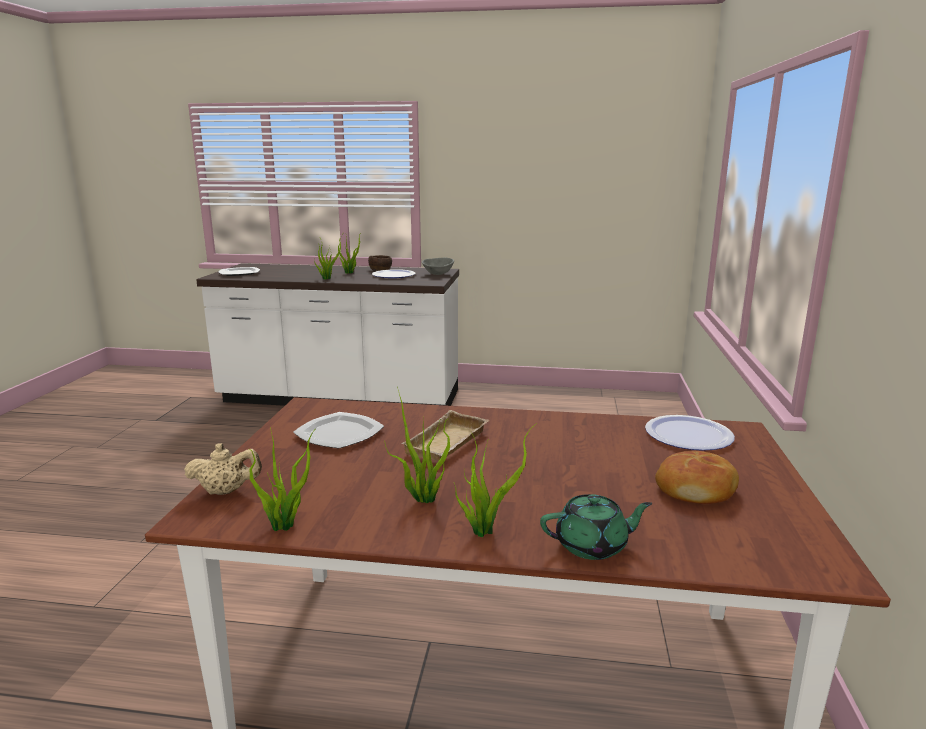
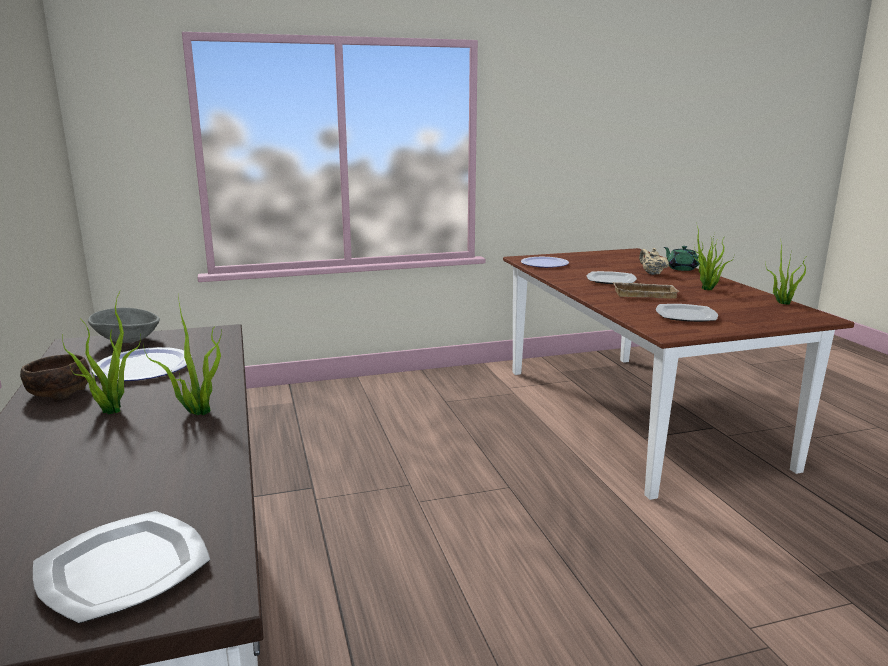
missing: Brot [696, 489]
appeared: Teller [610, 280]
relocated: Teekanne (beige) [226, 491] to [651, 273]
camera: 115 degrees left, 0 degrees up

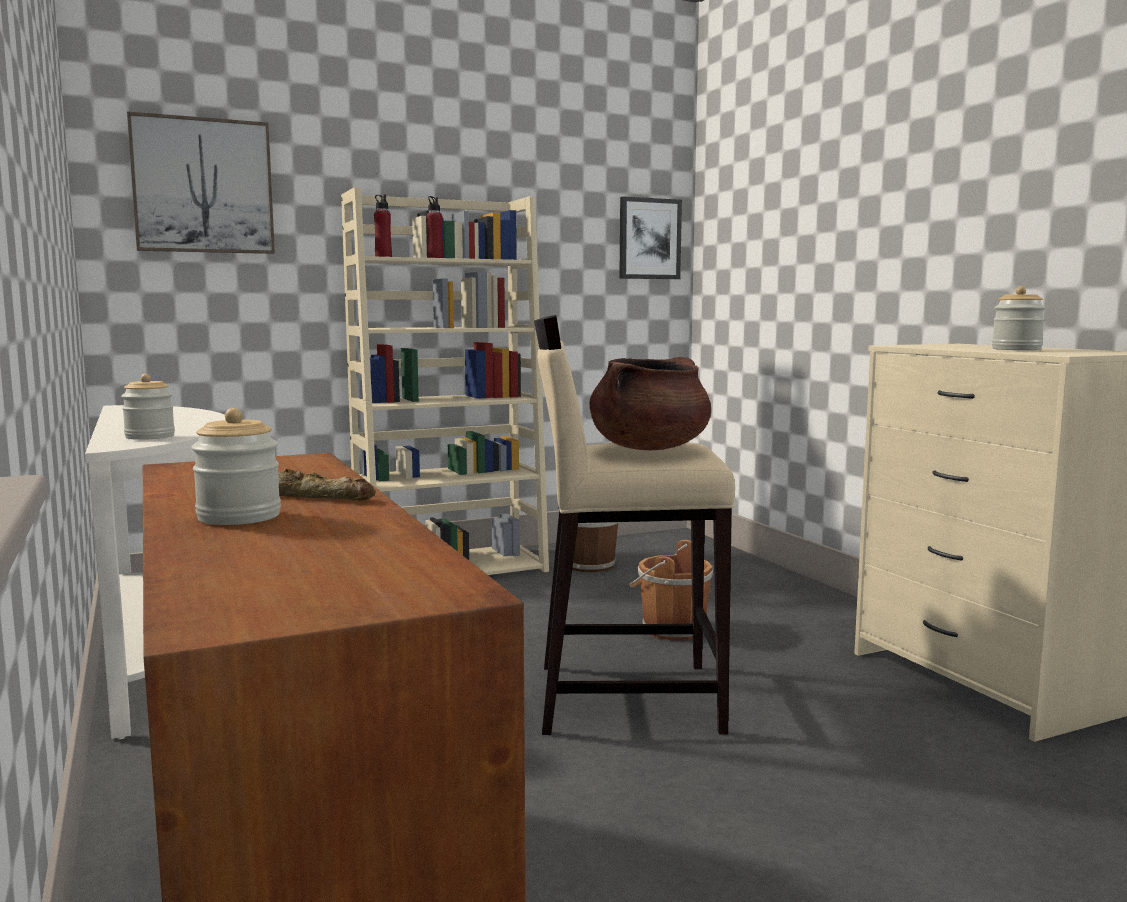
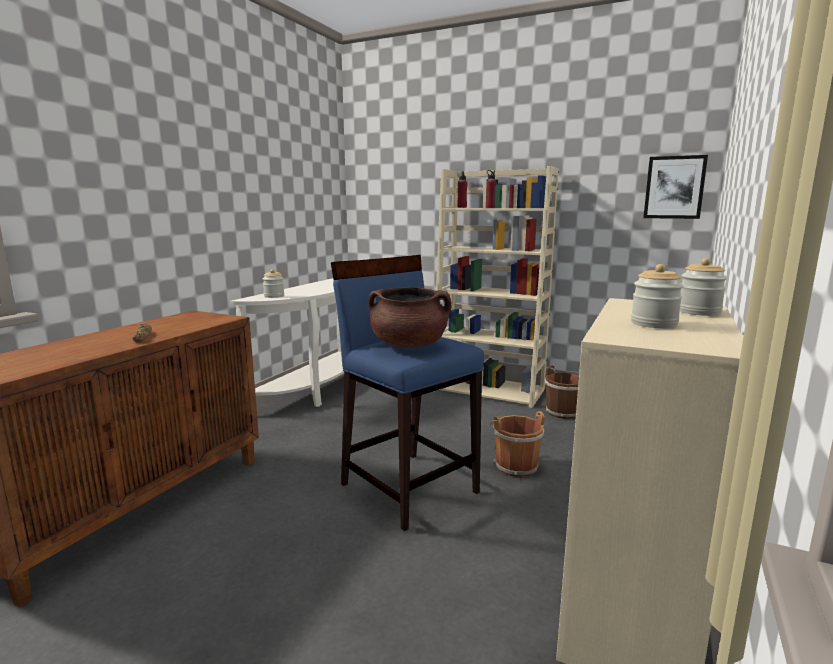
missing: Bild [203, 186]
relocated: Vorratsglas [239, 517] to [699, 312]
colour: Hocker (beige) [625, 696] to Hocker (blau) [409, 487]
camera: 50 degrees right, 5 degrees up

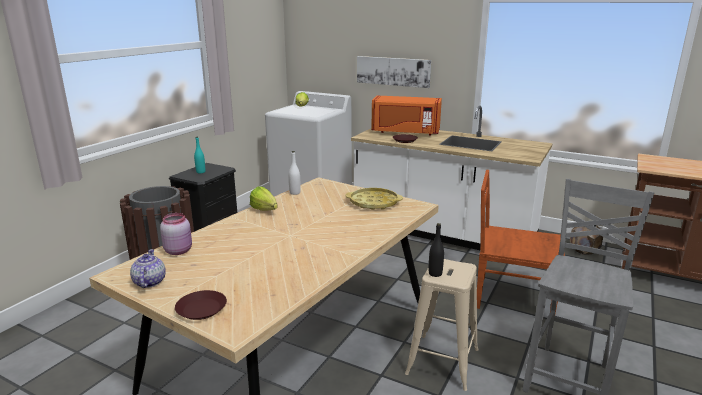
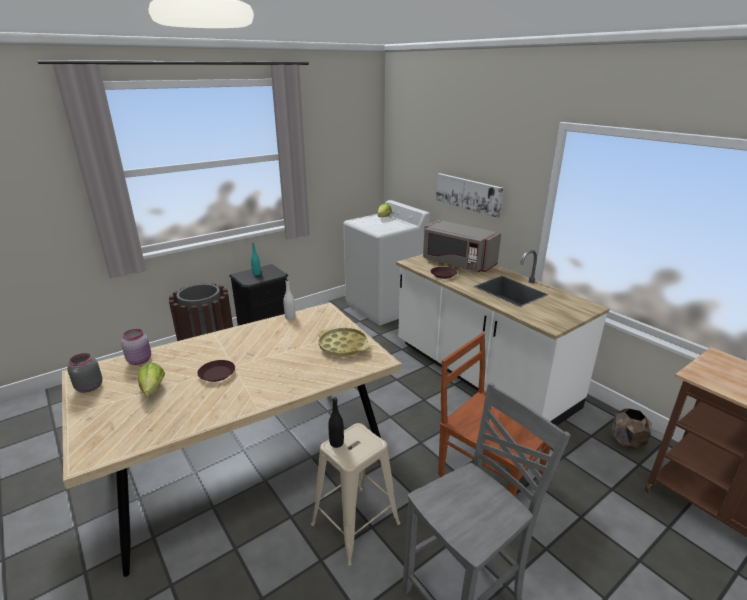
relocated: Salatkopf [266, 211] to [151, 392]; Teller (braun) [202, 309] to [217, 373]
exchanged: Teekanne [149, 282] to Vorratsglas (grau) [88, 387]
colour: Mikrowelle (orange) [405, 132] to Mikrowelle (grau) [457, 263]
camera: 25 degrees right, 5 degrees up

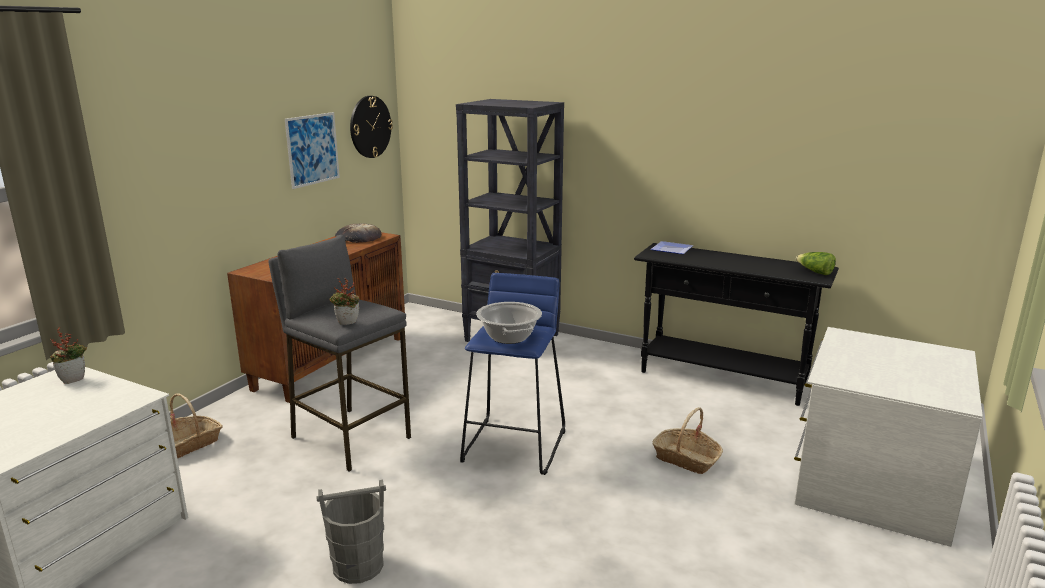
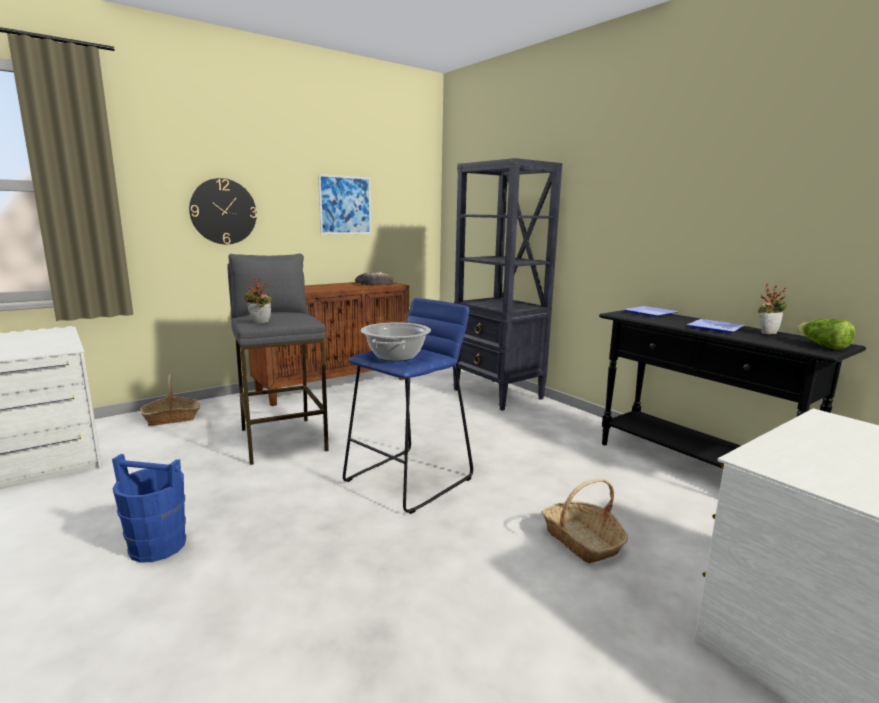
appeared: Teller [716, 328]
relocated: Wanduhr [370, 127] to [223, 211]; Topfpflanze [74, 379] to [767, 333]
colour: Eimer (grau) [357, 566] to Eimer (blau) [157, 546]
camera: 25 degrees right, 5 degrees down

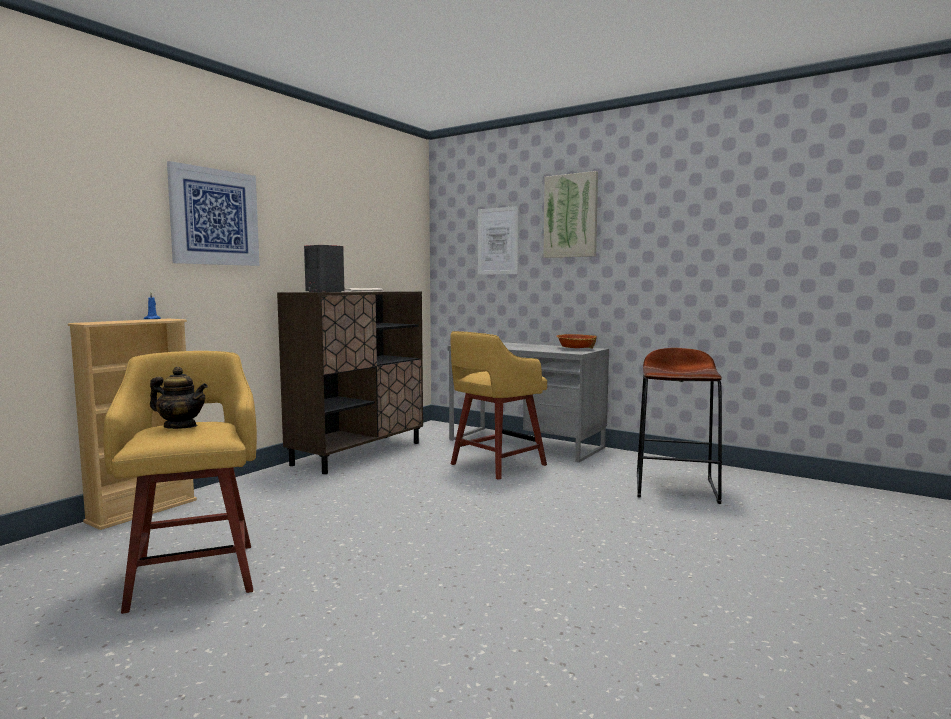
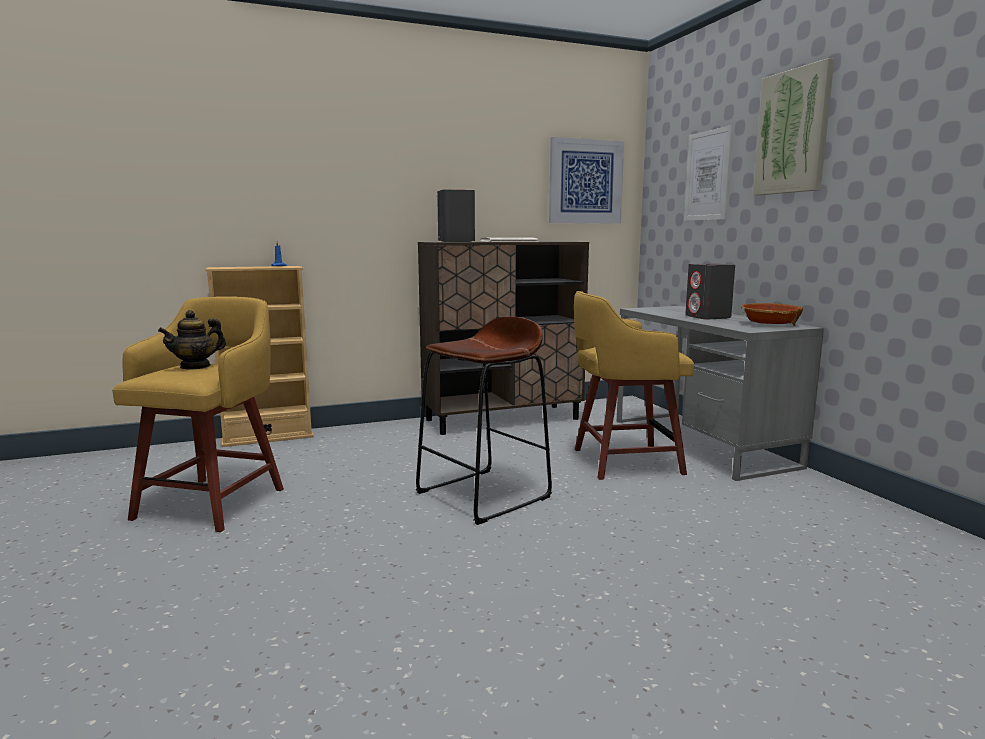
appeared: Lautsprecher (grau) [708, 317]
relocated: Hocker (braun) [676, 488] to [484, 495]; Bild [214, 217] to [585, 182]
spun: Teekanne [180, 426] = [196, 366] 90 degrees clockwise
camera: 35 degrees right, 5 degrees up

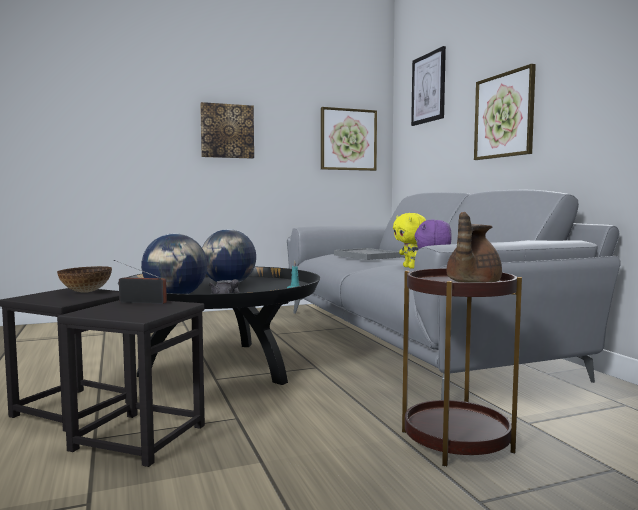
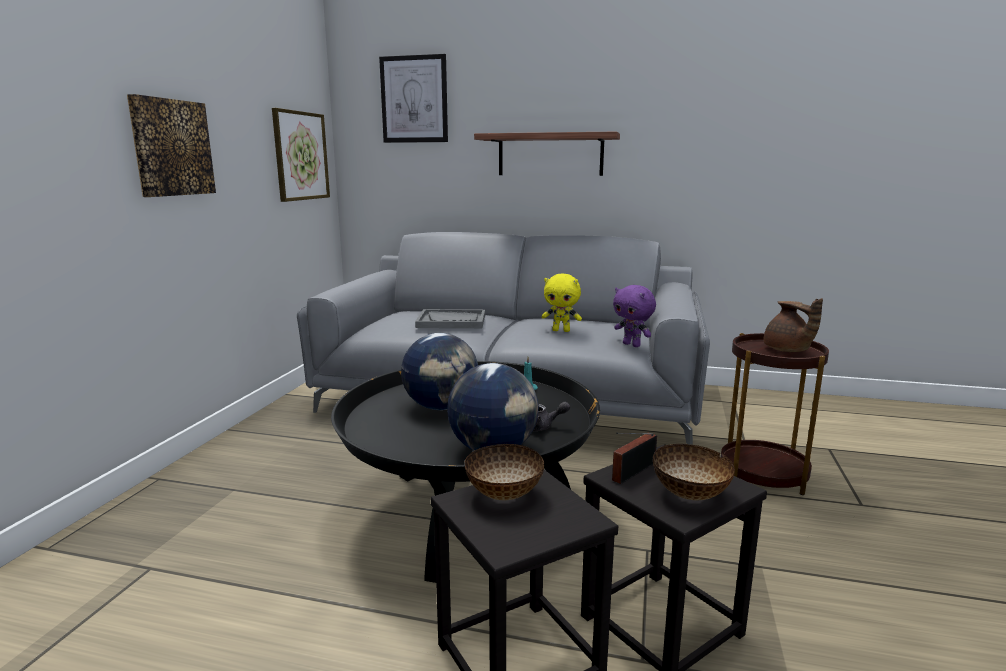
appeared: Schüssel [690, 495]
exchanged: Bild [504, 115] to Wandregal [550, 155]
camera: 55 degrees left, 10 degrees up

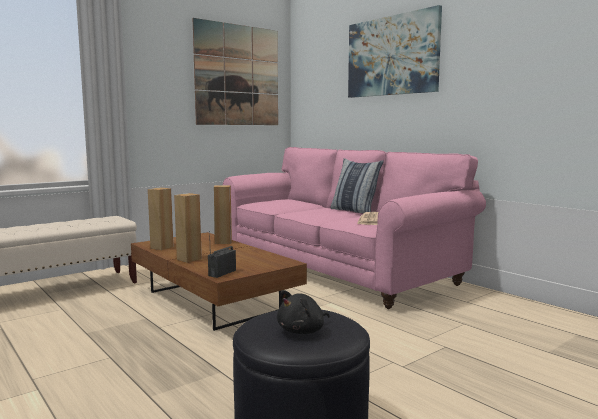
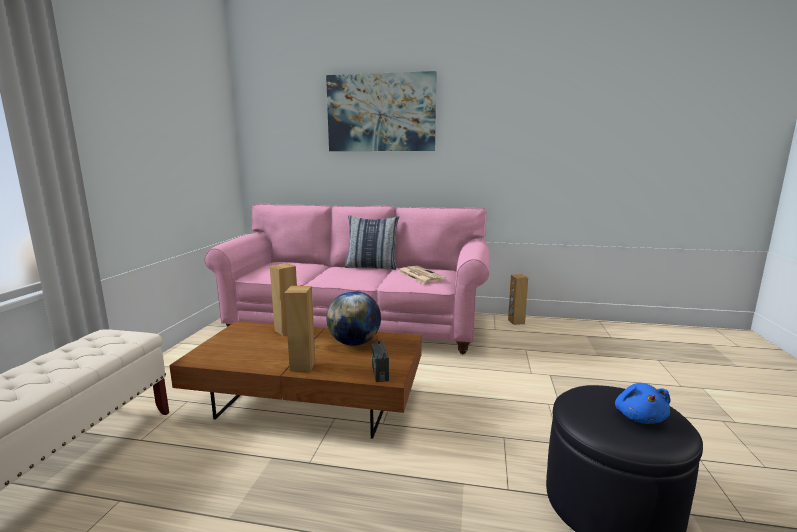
missing: Bild [237, 75]
appeared: Globus [354, 343]
relocated: Lautsprecher (braun) [161, 247] to [516, 322]
colour: Plüschtier (schwarz) [303, 331] to Plüschtier (blau) [639, 417]
camera: 40 degrees left, 5 degrees up

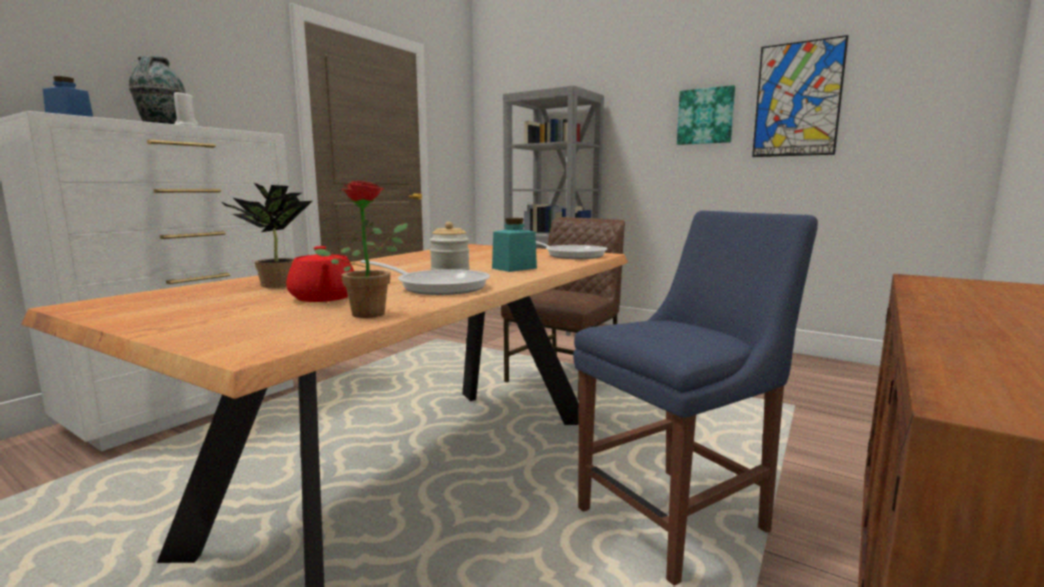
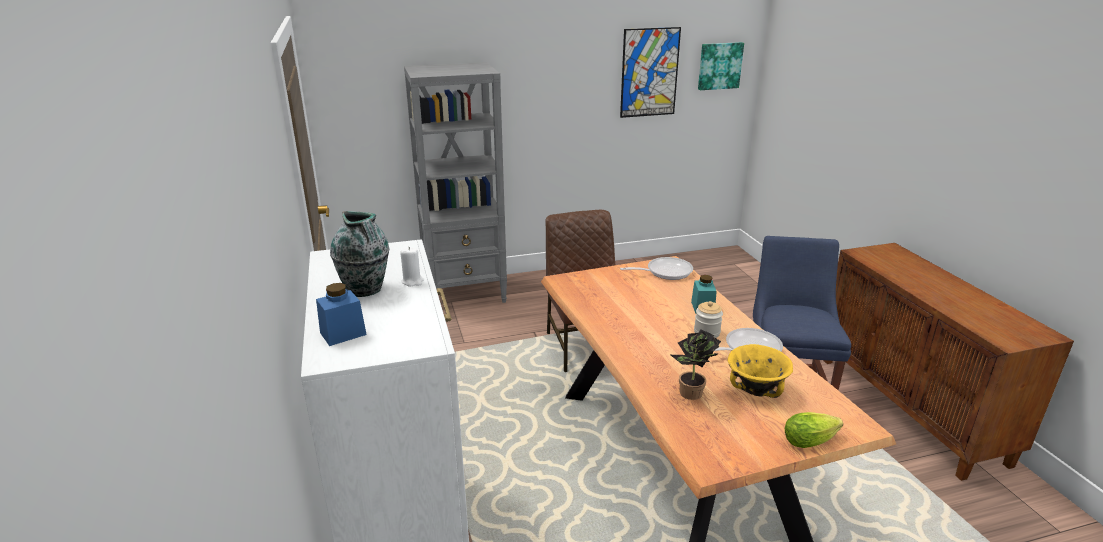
missing: Topfpflanze [373, 312]
appeared: Salatkopf [812, 440]
relocated: Bild [705, 116] to [719, 66]
exchanged: Teekanne (rot) [323, 298] to Schüssel (gelb) [756, 388]
camera: 50 degrees left, 15 degrees up

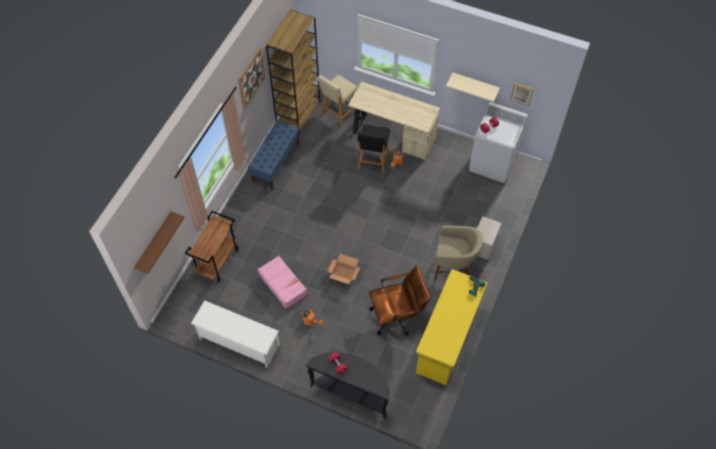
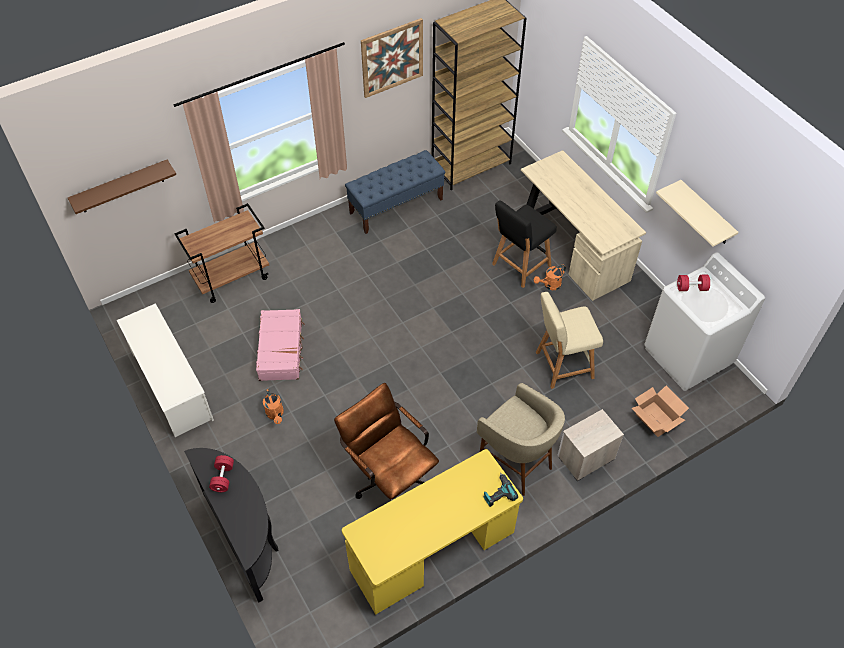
missing: Bild [522, 93]
relocated: Hocker (beige) [338, 113] to [561, 365]; Karton [343, 274] to [655, 418]
spun: Bürostuhl (braun) [397, 316] = [389, 477] 150 degrees counterclockwise
camera: 35 degrees right, 5 degrees down

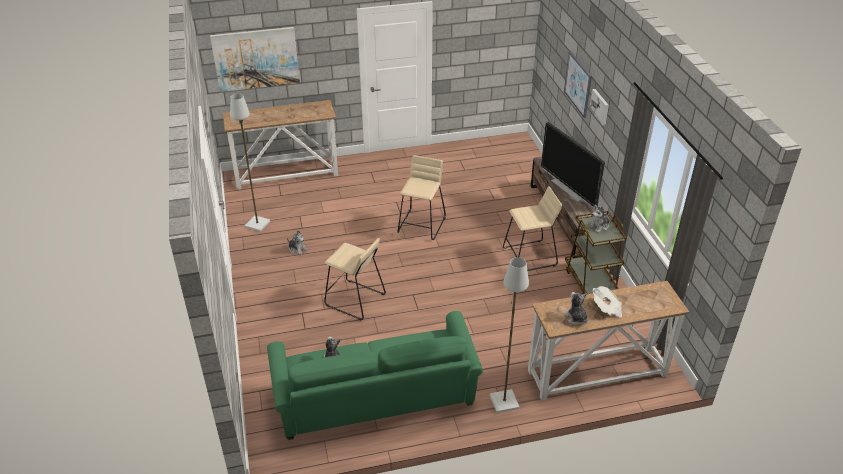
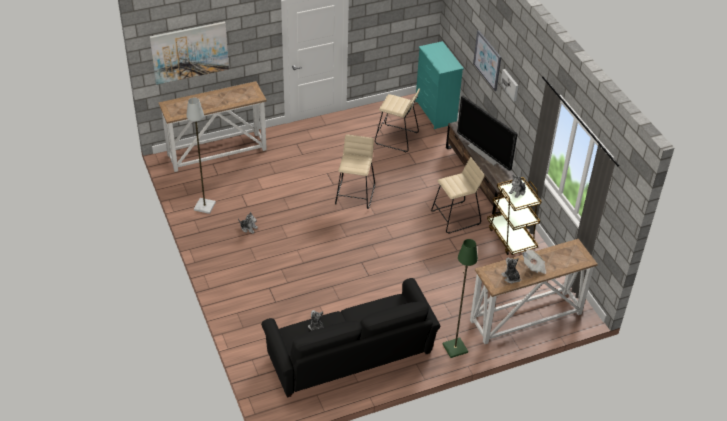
appeared: Kommode (türkis) [435, 113]
relocated: Hocker (beige) [355, 300] to [396, 138]
colour: Sofa (grün) [376, 400] to Sofa (schwarz) [351, 358]; Stehlampe (grau) [504, 402] to Stehlampe (grün) [455, 349]
camera: 10 degrees left, 5 degrees up

